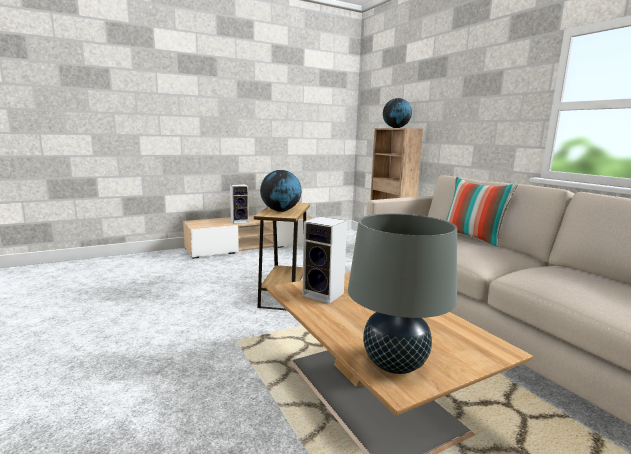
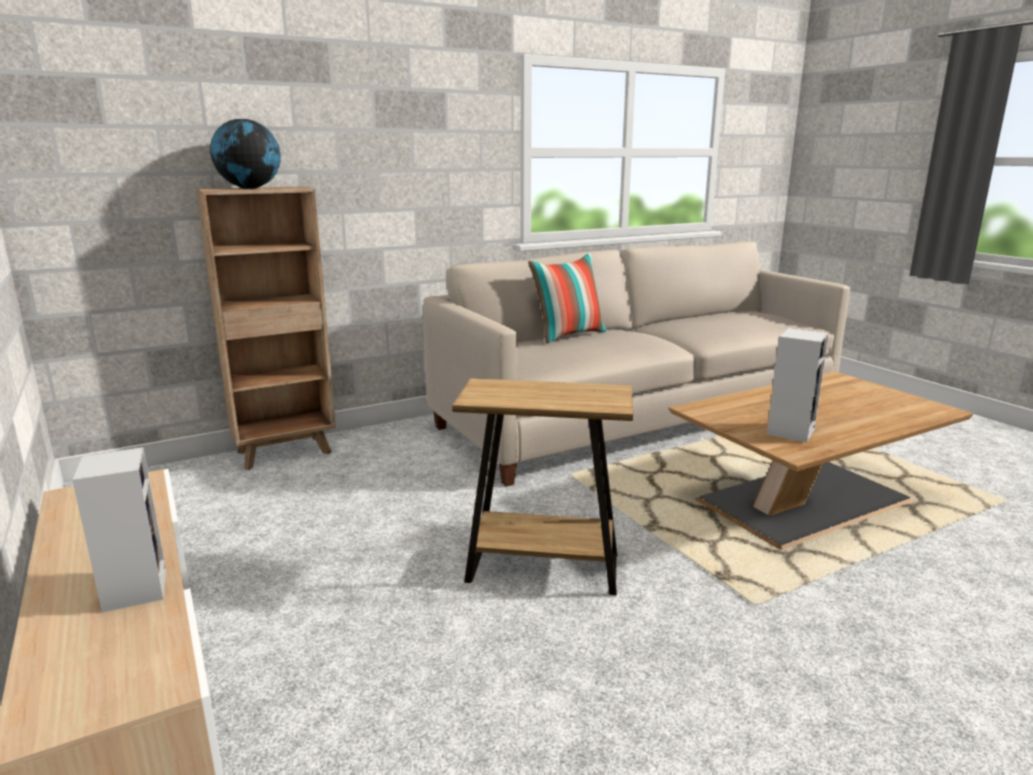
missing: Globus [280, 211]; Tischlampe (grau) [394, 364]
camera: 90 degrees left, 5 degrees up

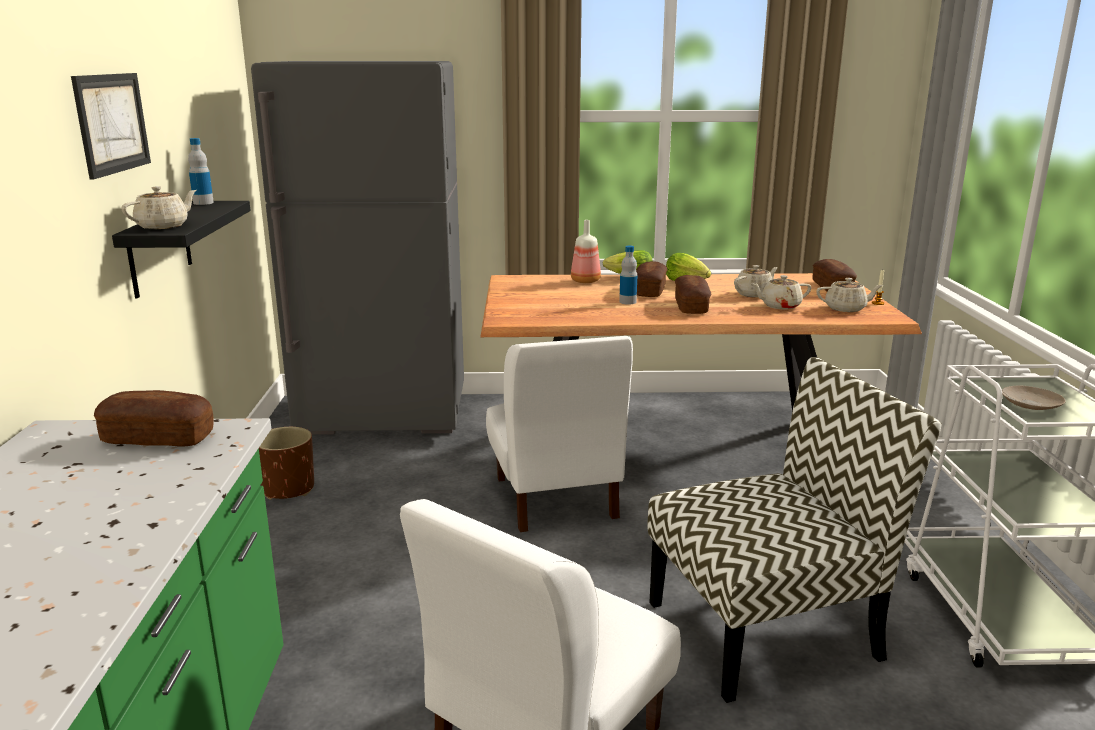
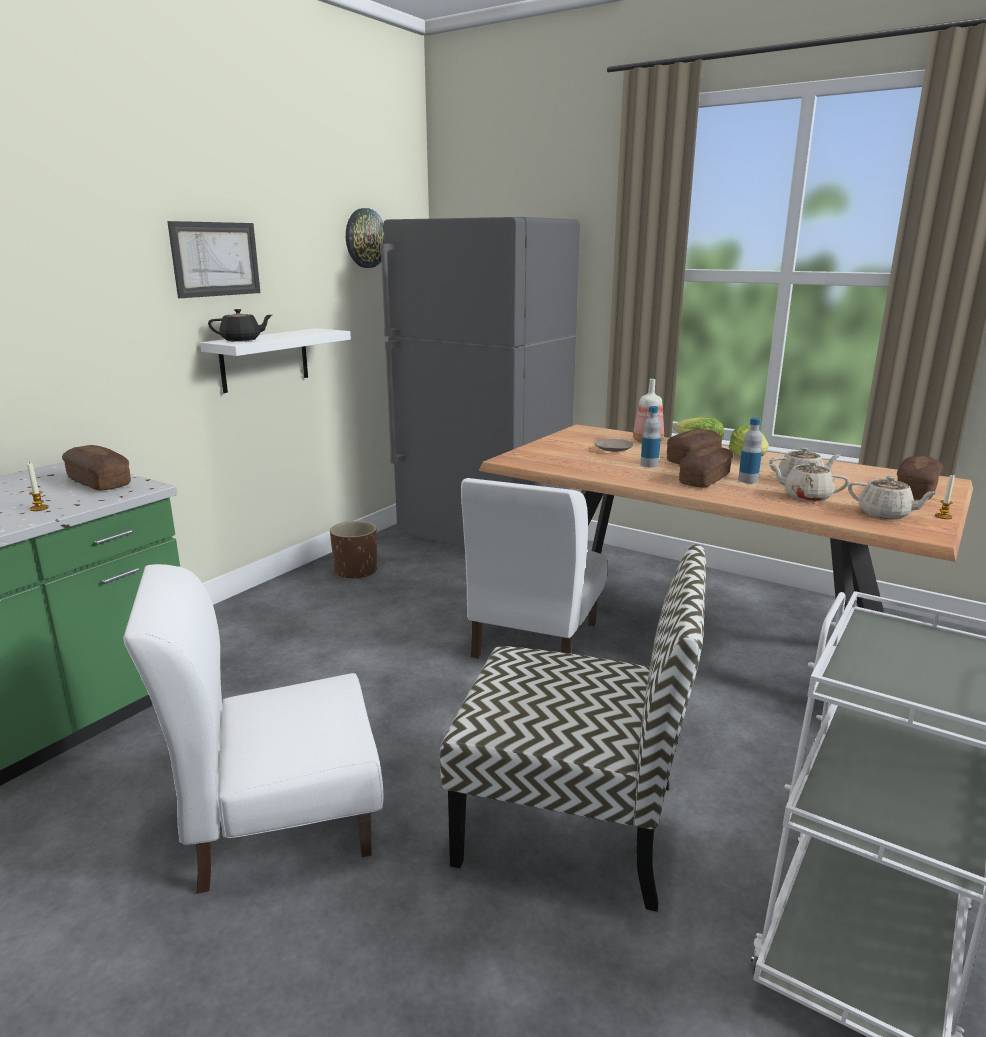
appeared: Kerze [39, 508]; Wanduhr [365, 238]
relocated: Teller (beige) [1030, 404] to [613, 449]; Flasche [203, 203] to [748, 480]
colour: Wandregal (schwarz) [159, 248] to Wandregal (weiß) [264, 360]; Teekanne (beige) [163, 226] to Teekanne (schwarz) [242, 340]
camera: 35 degrees right, 0 degrees up

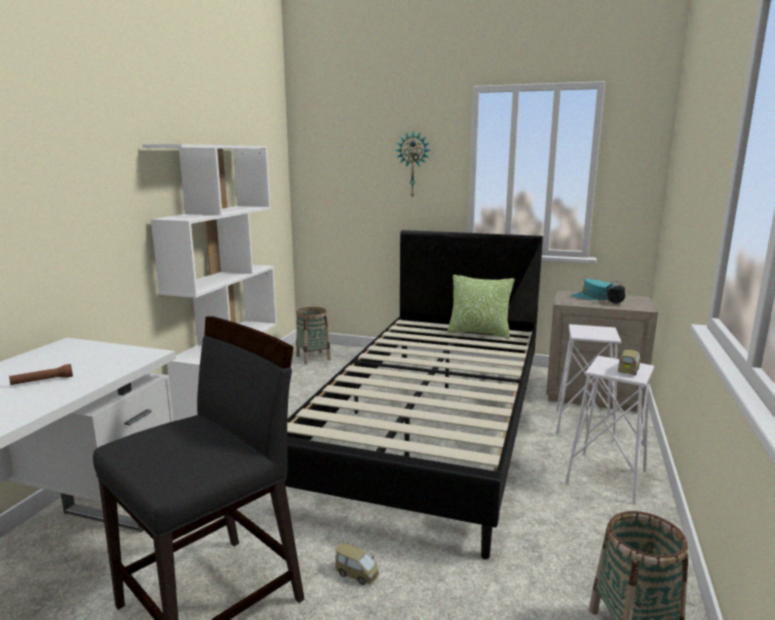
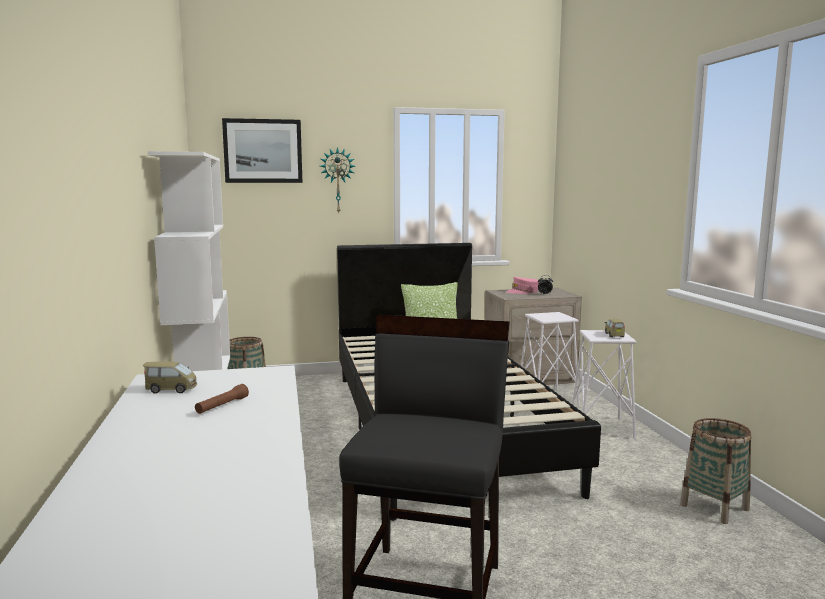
appeared: Bild [263, 151]
relocated: Spielzeugauto [357, 574] to [171, 389]
colour: Kappe (türkis) [594, 297] to Kappe (rosa) [523, 292]
camera: 30 degrees left, 5 degrees down

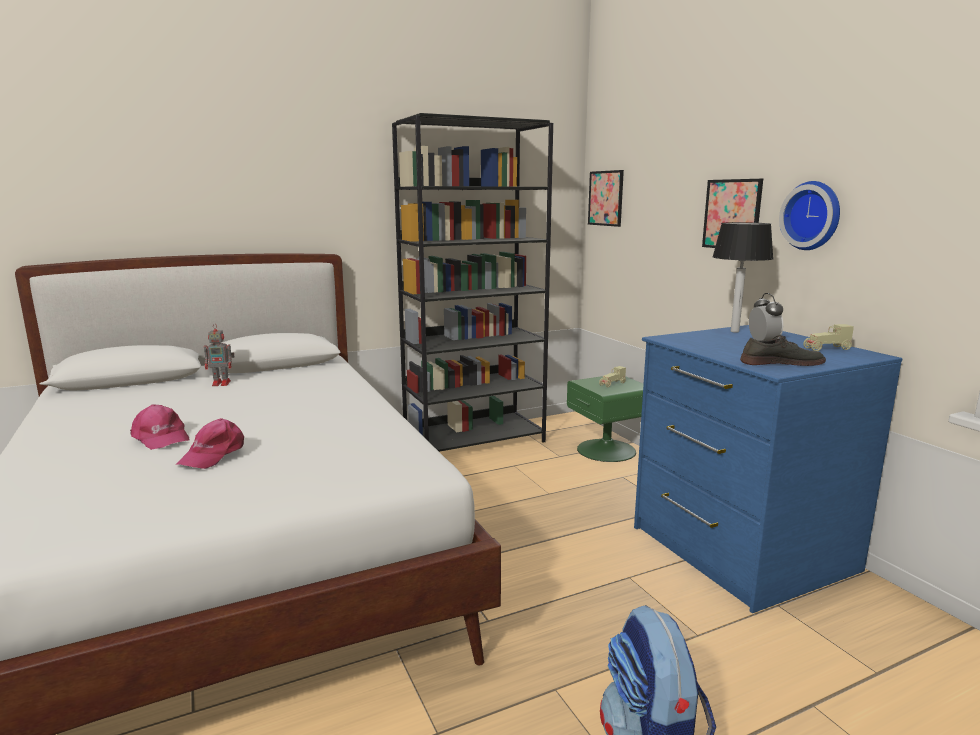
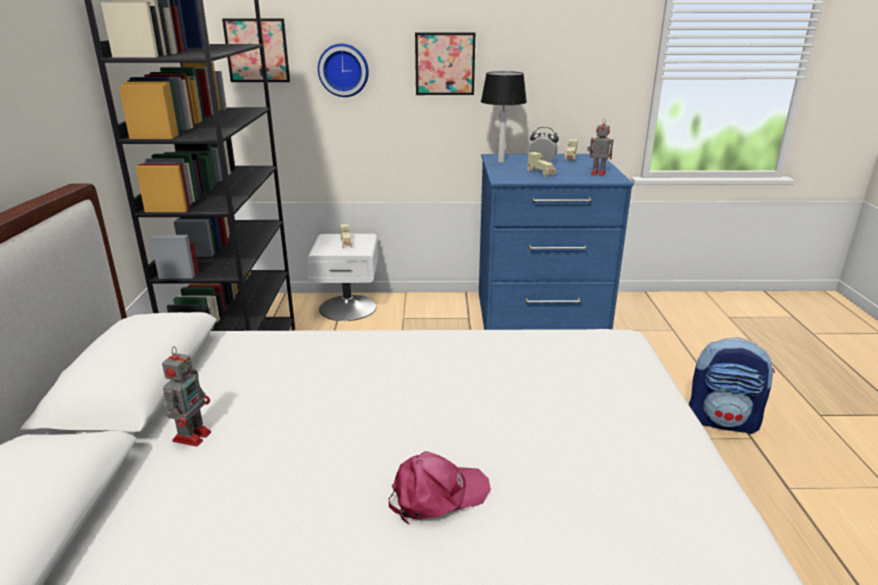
missing: Kappe (rosa) [213, 454]
appeared: Spielzeugauto (beige) [541, 173]
relocated: Wanduhr [813, 215] to [343, 70]
exchanged: Schuh (grau) [781, 362] to Spielzeugroboter [597, 173]
colour: Nachttisch (grün) [607, 450] to Nachttisch (weiß) [348, 307]
camera: 65 degrees left, 10 degrees up

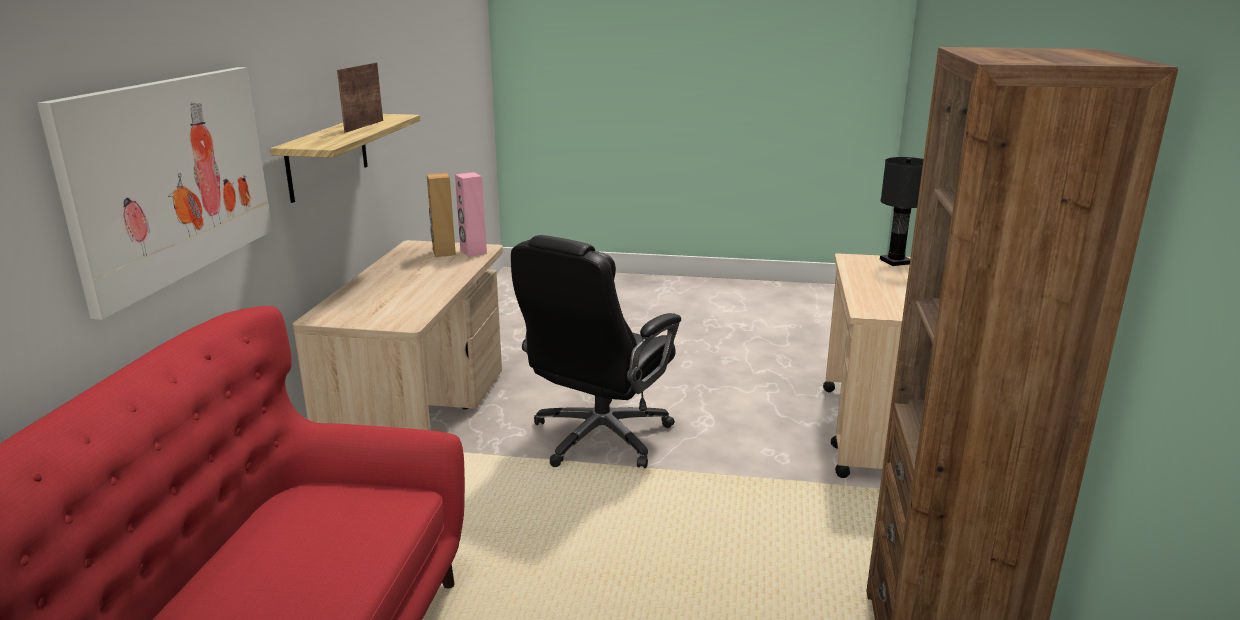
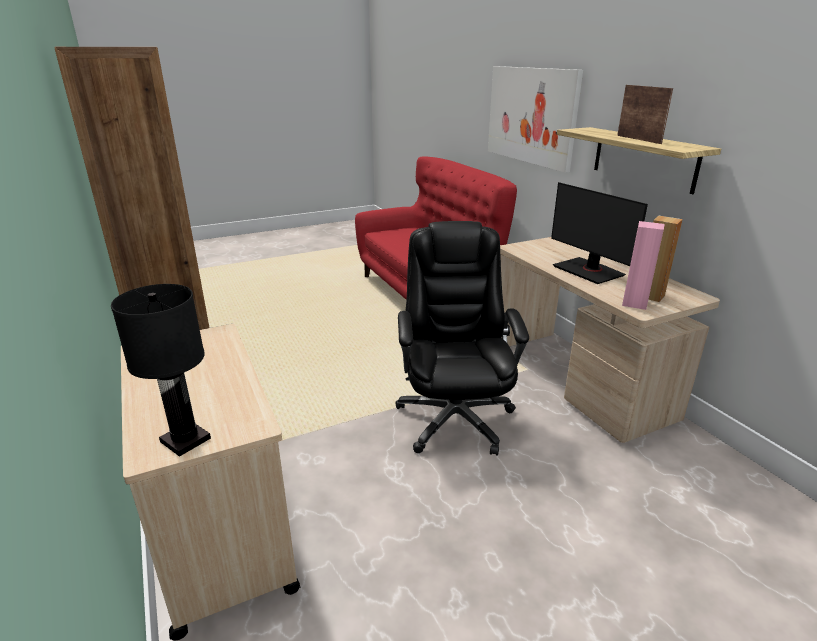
appeared: Monitor [589, 271]
camera: 145 degrees right, 5 degrees up

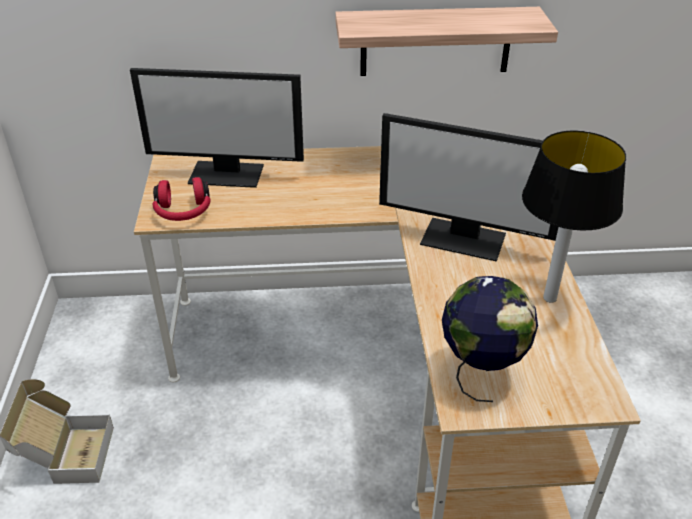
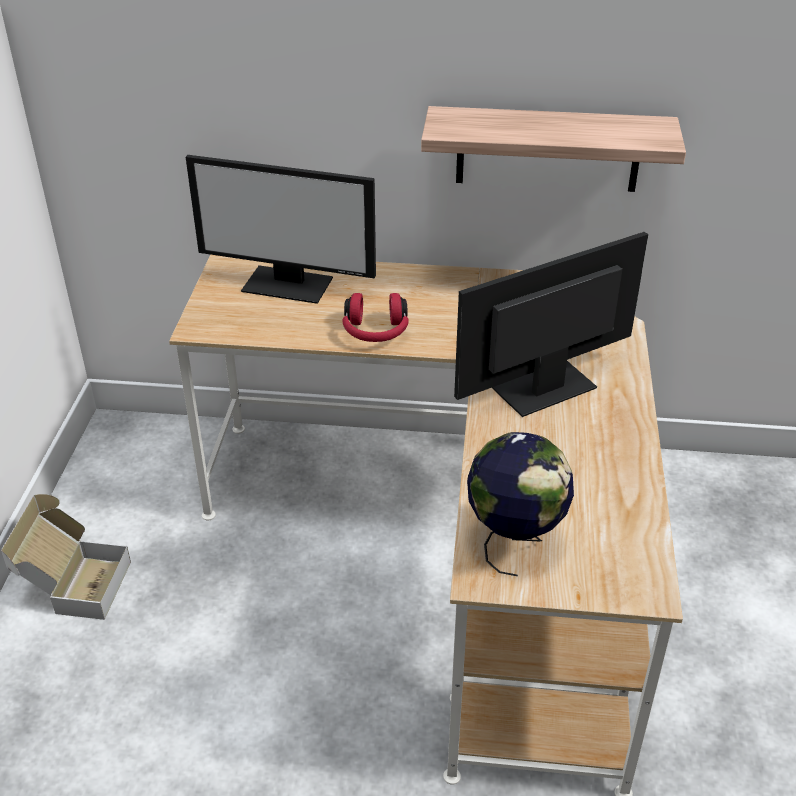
missing: Tischlampe [549, 297]
relocated: Kopfhörer (rot) [183, 212] to [375, 332]
spun: Monitor [464, 238] = [543, 389] 120 degrees clockwise
camera: 10 degrees right, 0 degrees up

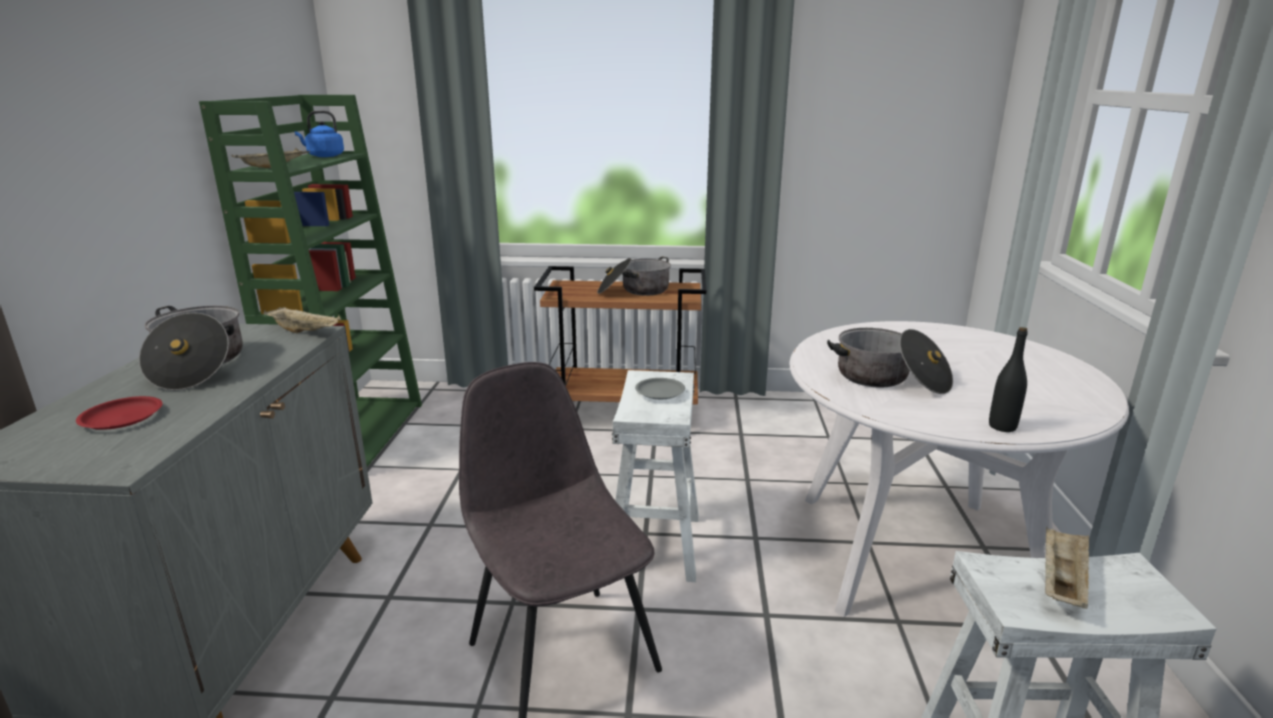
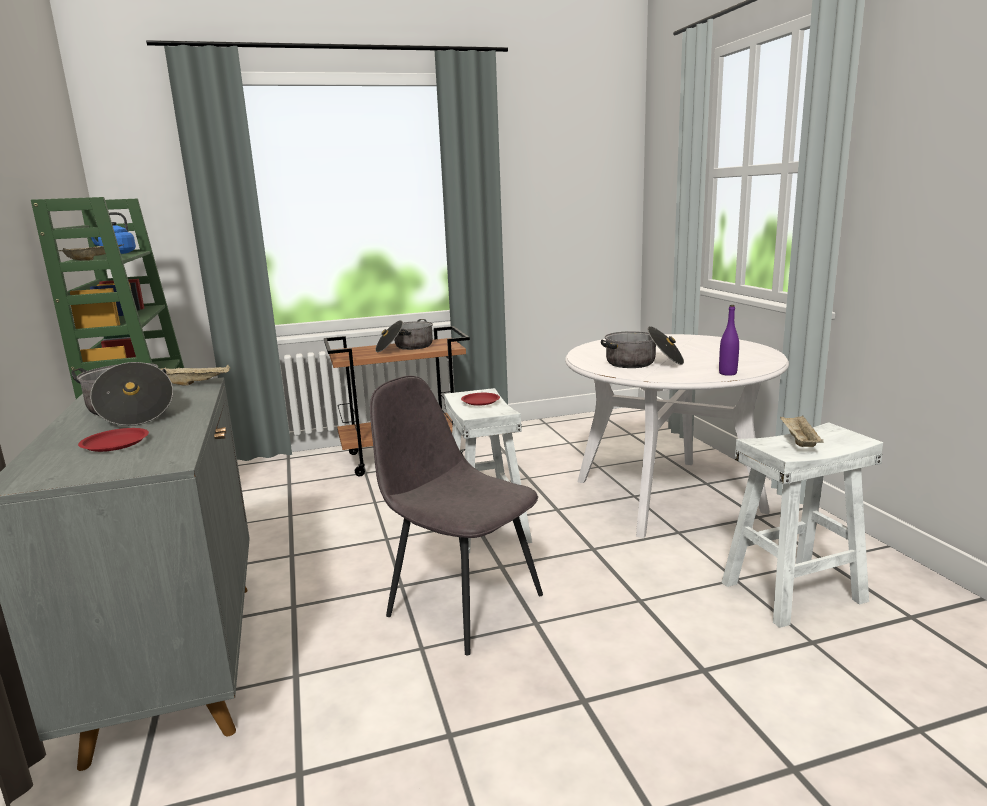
colour: Teller (grau) [660, 391] to Teller (rot) [480, 401]; Flasche (schwarz) [1002, 427] to Flasche (lila) [727, 373]
camera: 20 degrees left, 5 degrees down

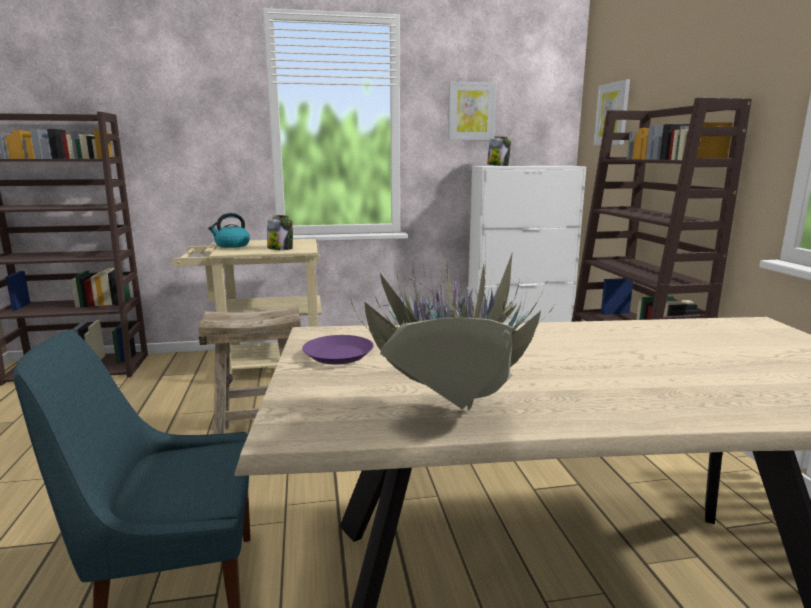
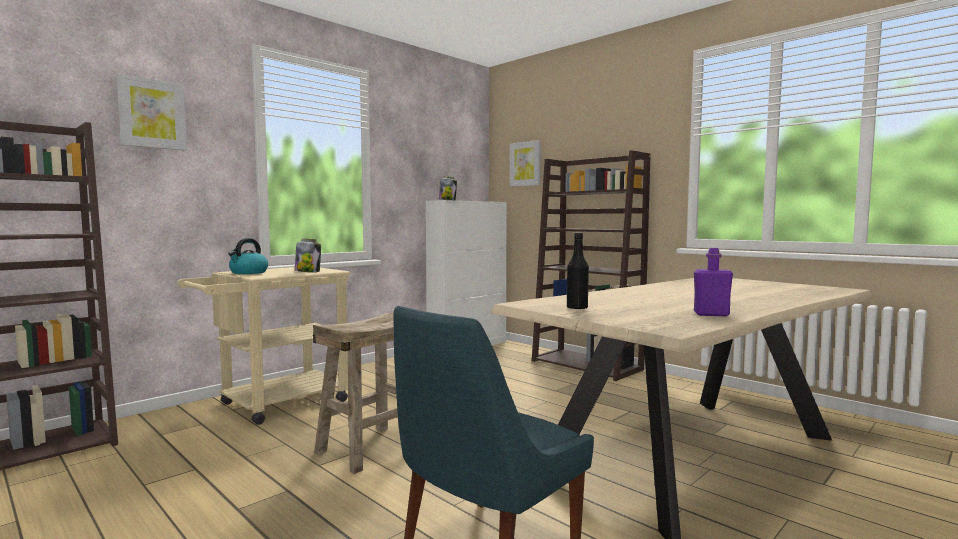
relocated: Bild [471, 111] to [152, 114]
exchanged: Teller (lila) [338, 355] to Flasche (schwarz) [577, 308]; Topfpflanze [448, 413] to Flasche (lila) [711, 314]
camera: 35 degrees left, 10 degrees down

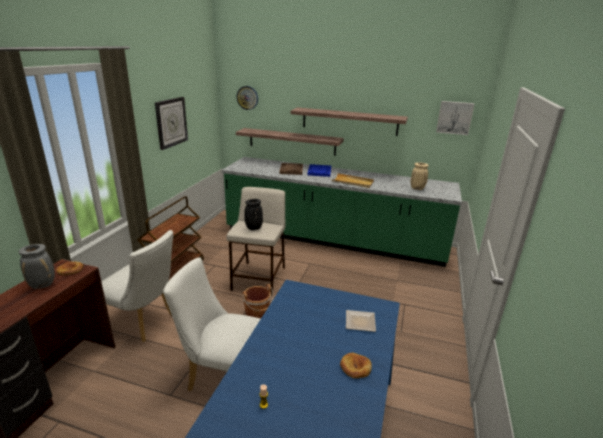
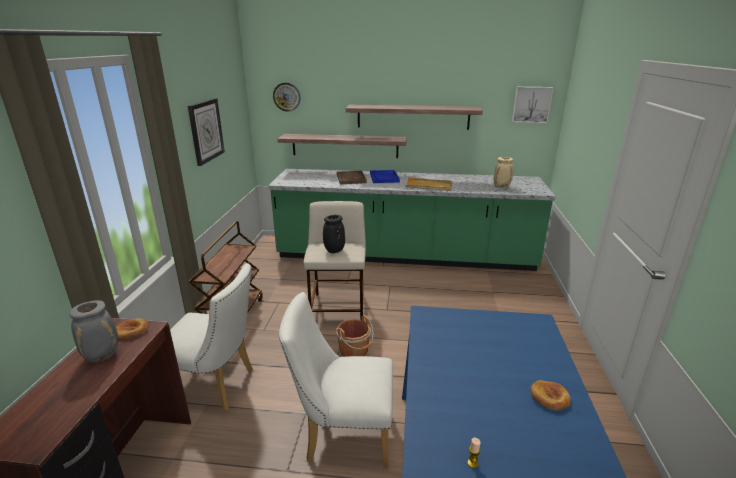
missing: Teller [359, 323]
camera: 10 degrees left, 0 degrees up

